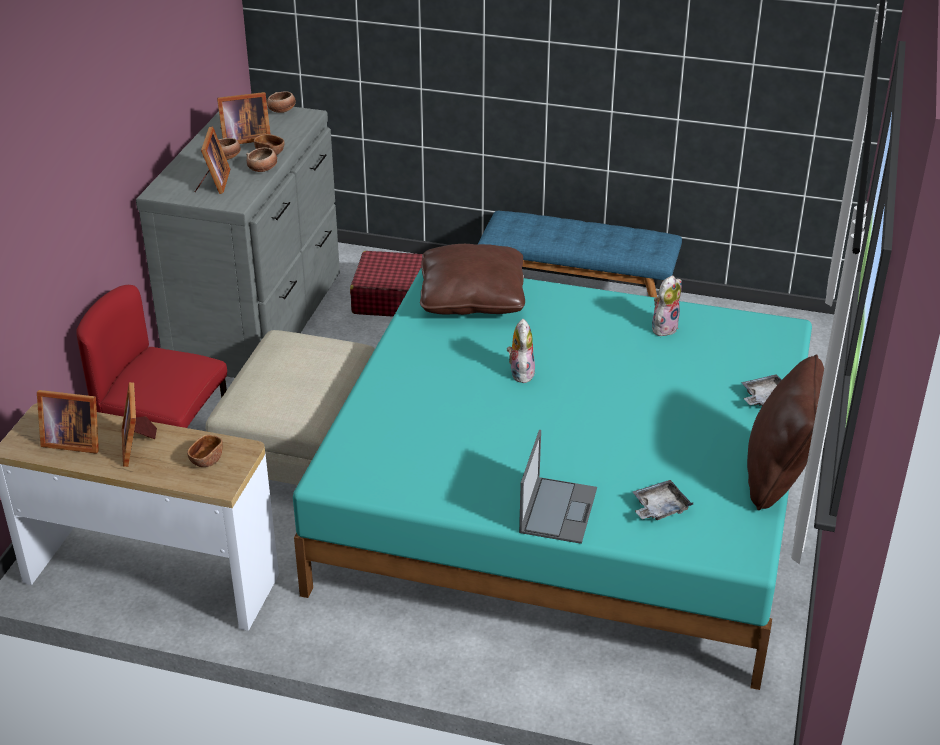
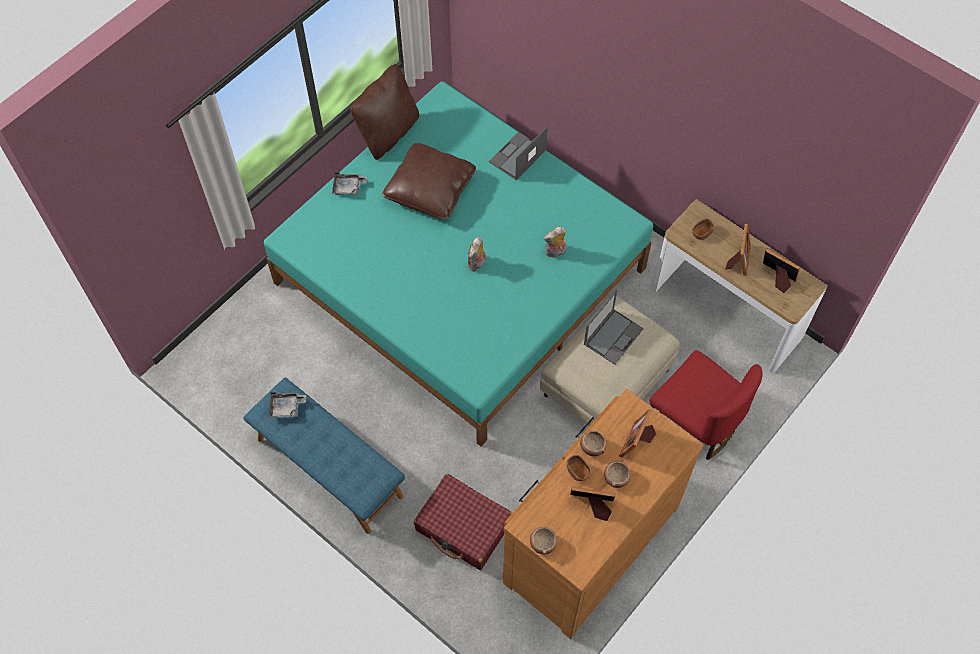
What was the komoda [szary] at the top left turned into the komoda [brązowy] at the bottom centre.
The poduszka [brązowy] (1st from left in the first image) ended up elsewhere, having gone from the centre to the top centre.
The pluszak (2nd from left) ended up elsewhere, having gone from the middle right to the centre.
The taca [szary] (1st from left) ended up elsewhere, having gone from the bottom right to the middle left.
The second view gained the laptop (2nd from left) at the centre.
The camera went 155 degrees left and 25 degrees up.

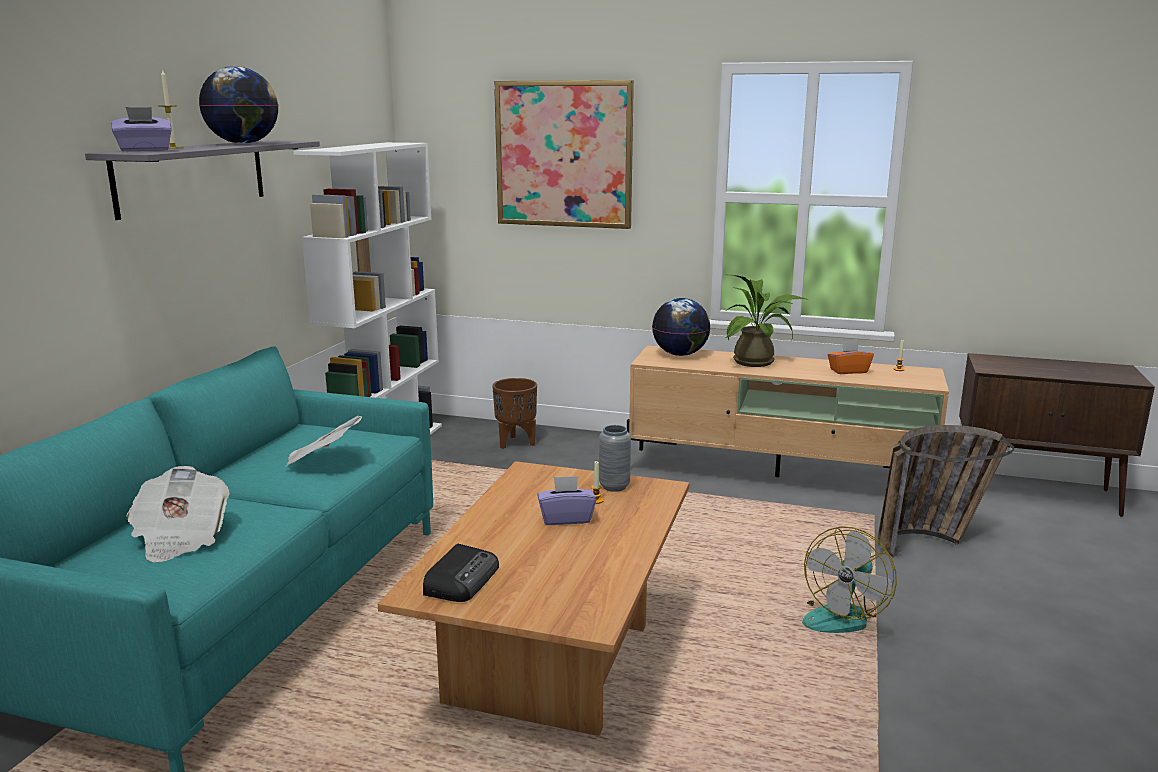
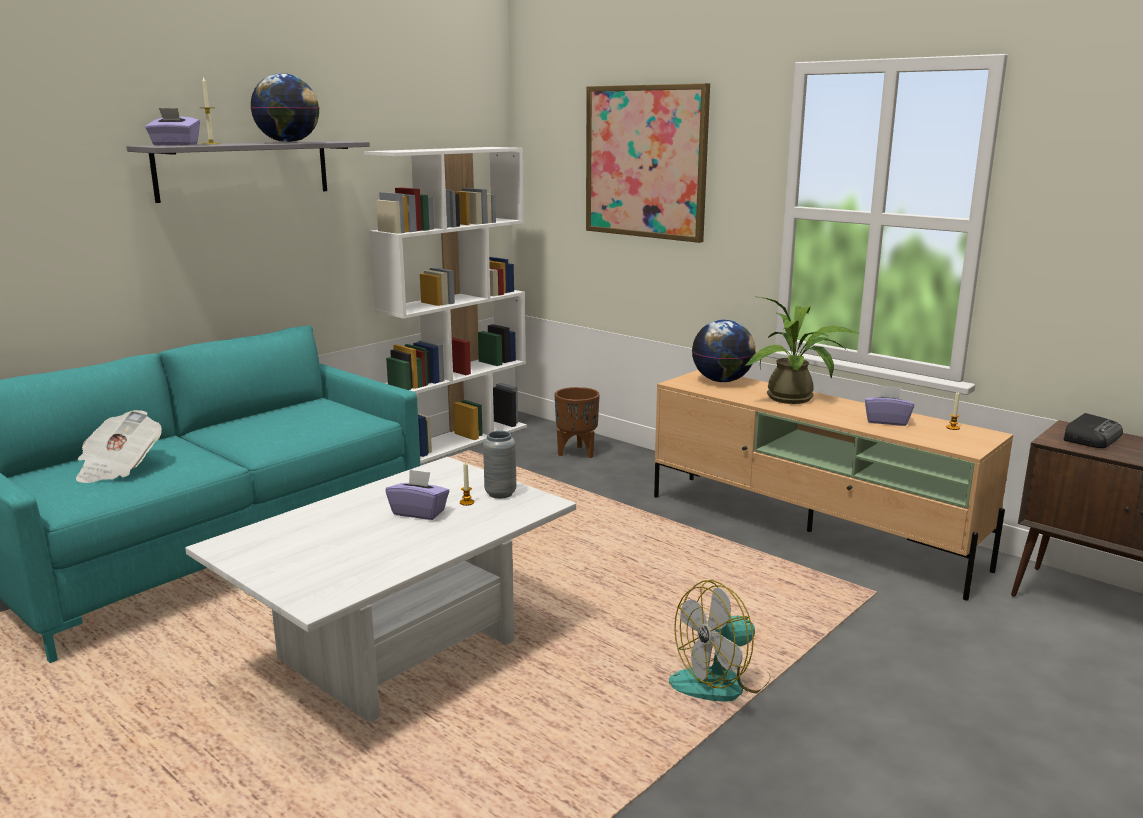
What was the pudełko chusteczek [pomarańczowy] at the middle right turned into the pudełko chusteczek [fioletowy] (3rd from left) at the middle right.
The second view lost the gazeta (2nd from left) at the middle left.
The second view lost the koszyk at the middle right.
What was the ława [brązowy] at the bottom centre turned into the ława [biały] at the bottom left.
The radio ended up elsewhere, having gone from the bottom centre to the middle right.
The camera went 25 degrees right and 0 degrees up.

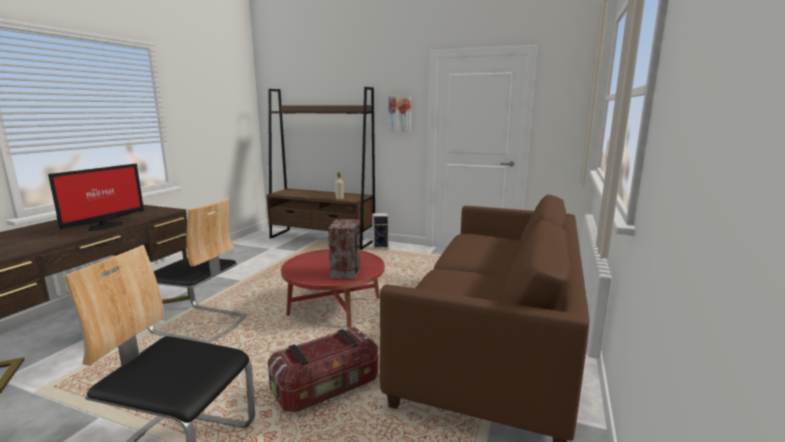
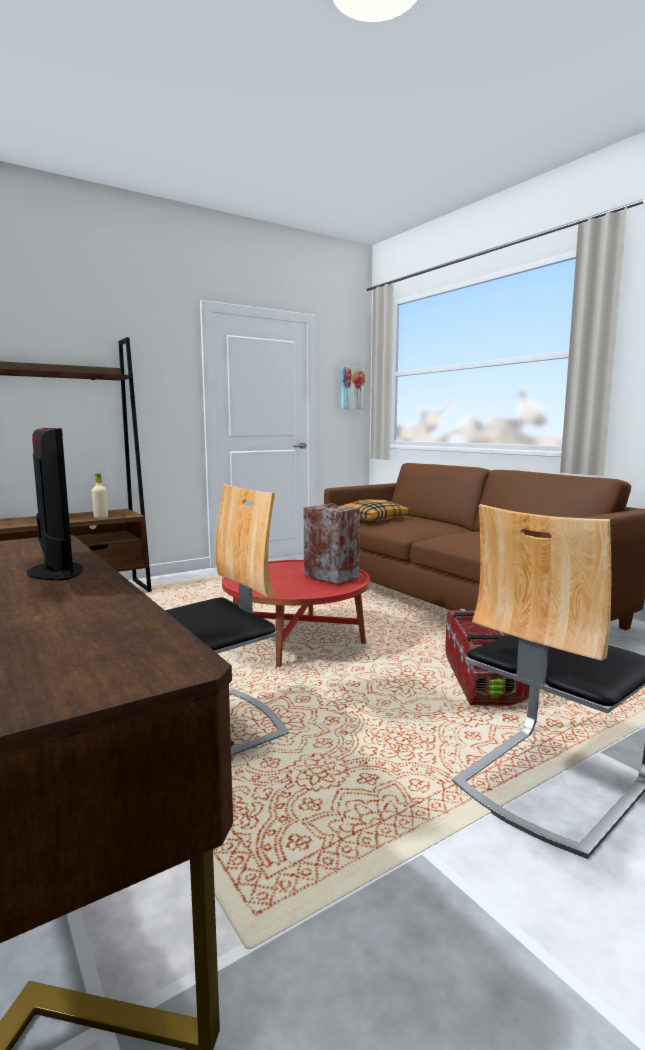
The obraz ended up elsewhere, having gone from the top centre to the centre.
The second view lost the głośnik (2nd from left) at the centre.
The second view gained the poduszka at the centre.
The camera went 55 degrees left and 5 degrees down.

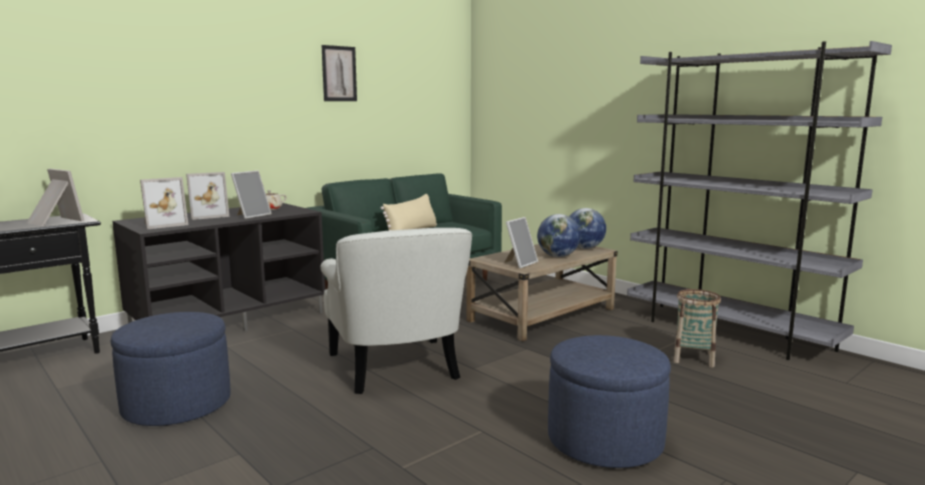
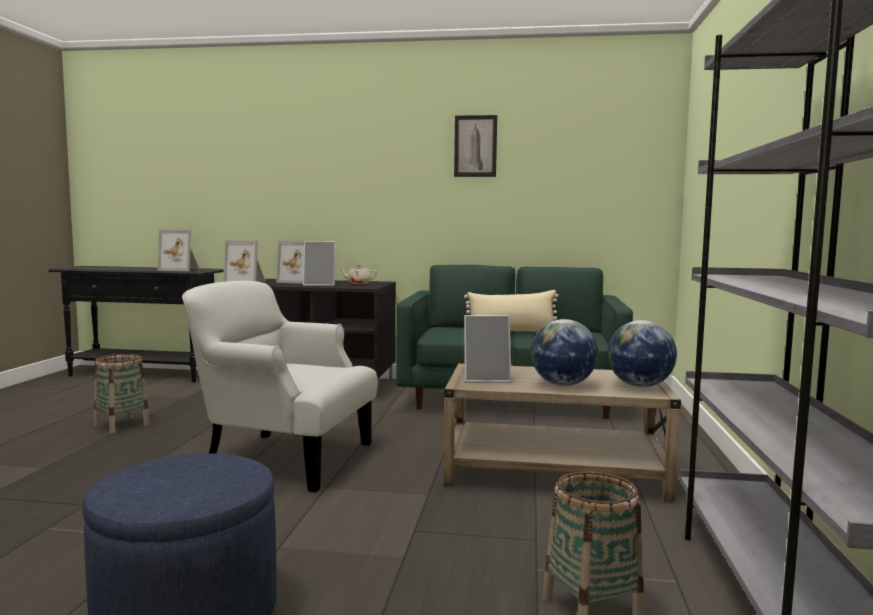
The ramka na zdjęcie (1st from left) at the middle left ended up facing another way, 105 degrees clockwise from before.
The fotel [biały] at the centre ended up facing another way, 75 degrees clockwise from before.
Where the pufa [niebieski] (1st from left) stood at the bottom left, the koszyk (1st from left) came to stand at the middle left.
The camera went 50 degrees right and 5 degrees down.

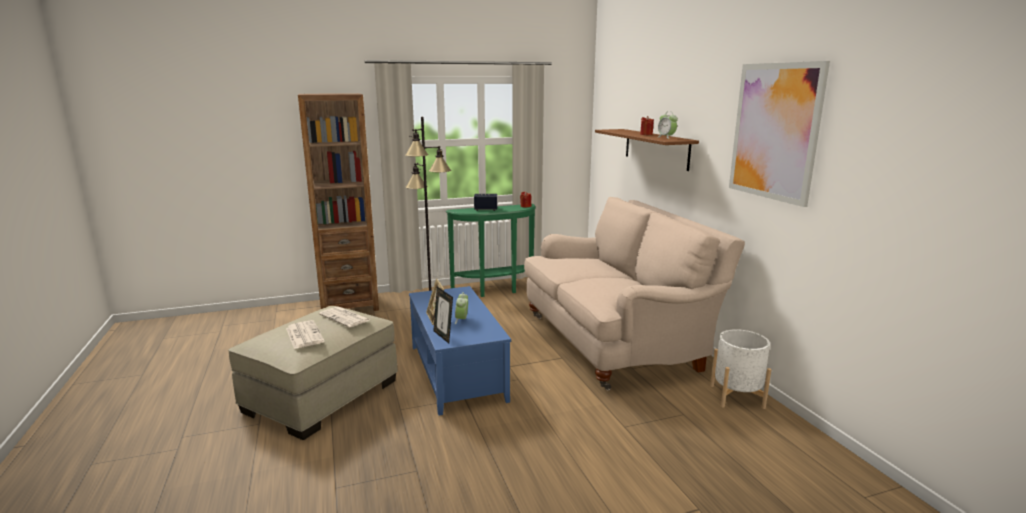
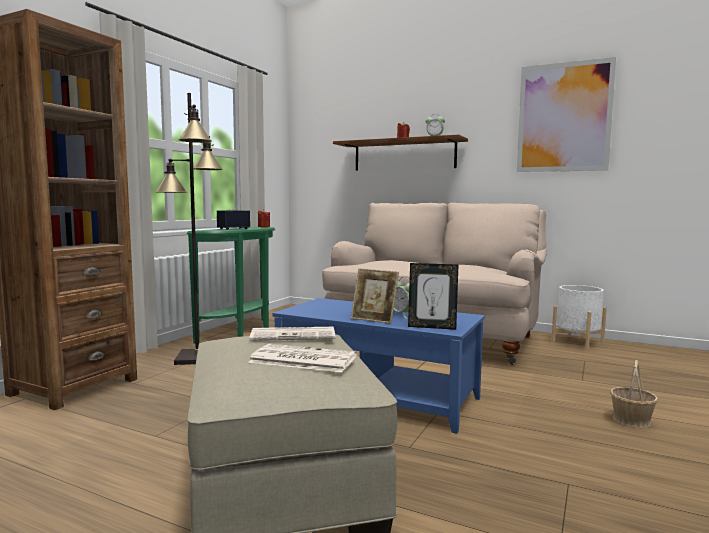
The second view gained the koszyk at the bottom right.
The camera went 45 degrees left and 10 degrees down.

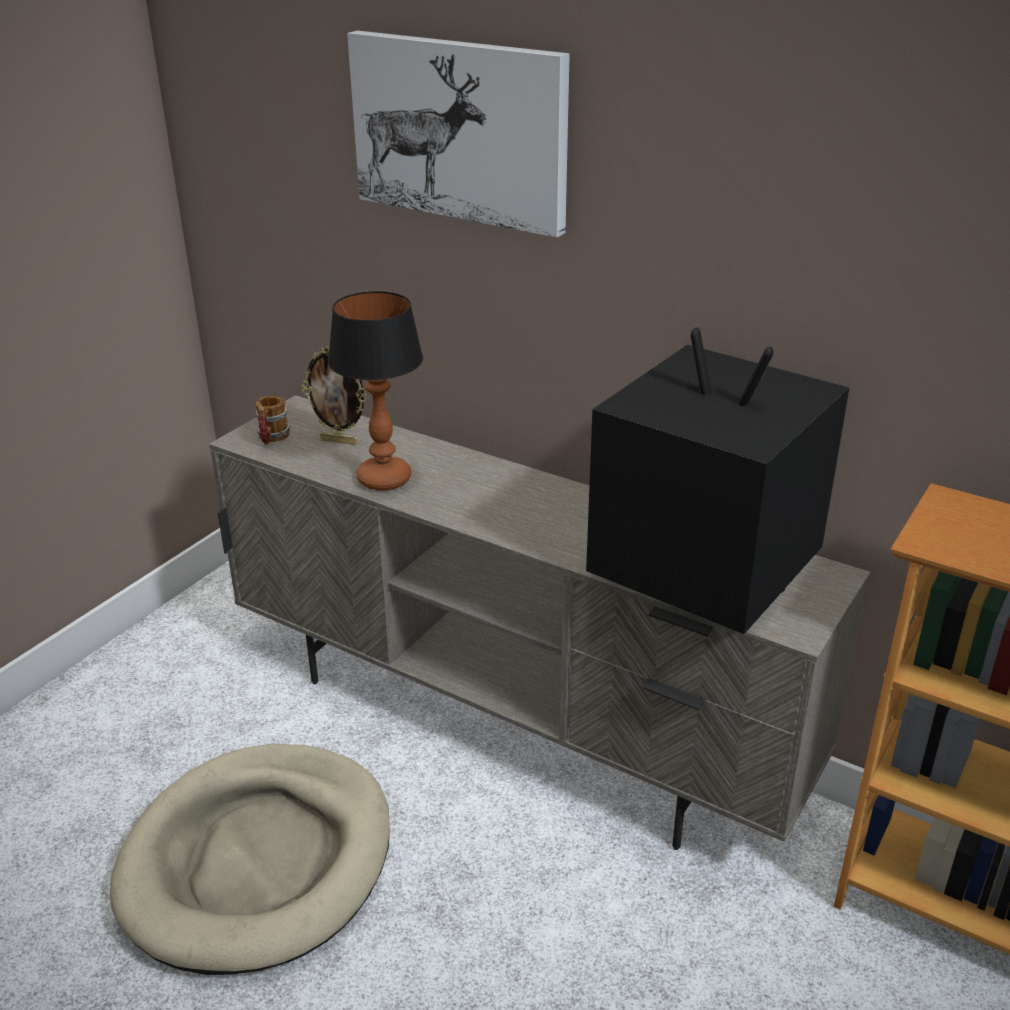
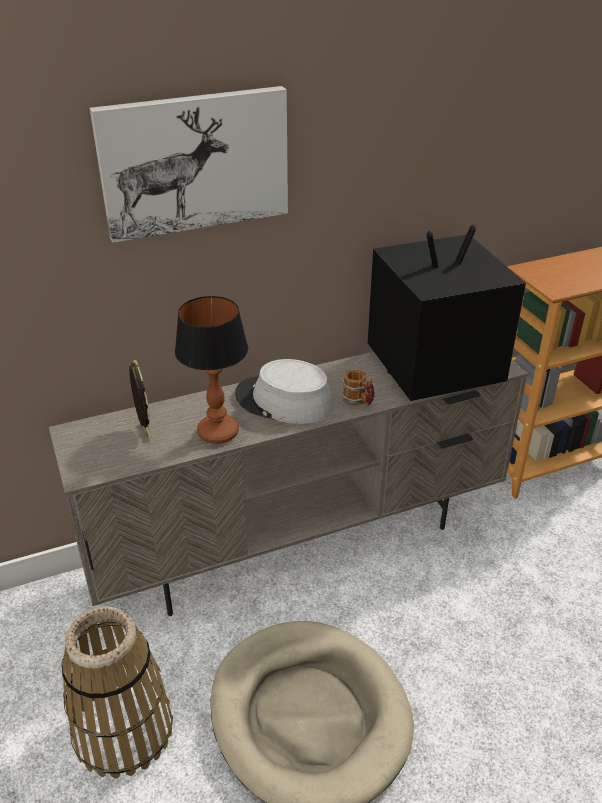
The ramka na zdjęcie at the middle left ended up facing another way, 75 degrees counterclockwise from before.
The kubek ended up elsewhere, having gone from the middle left to the centre.
The second view gained the kapelusz [szary] at the centre.
The second view gained the koszyk at the bottom left.
The camera went 55 degrees left and 5 degrees up.

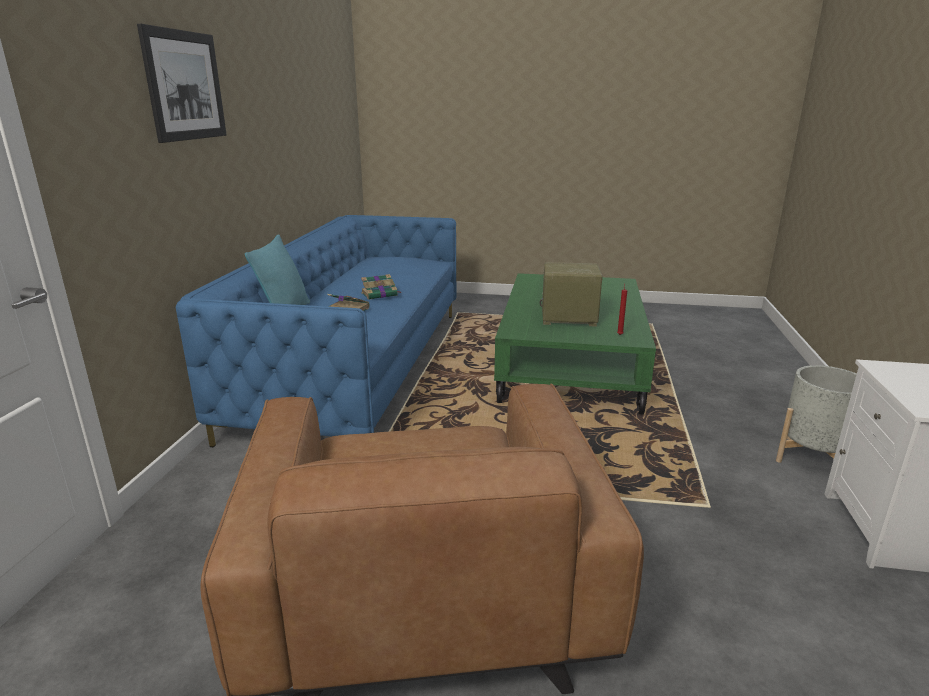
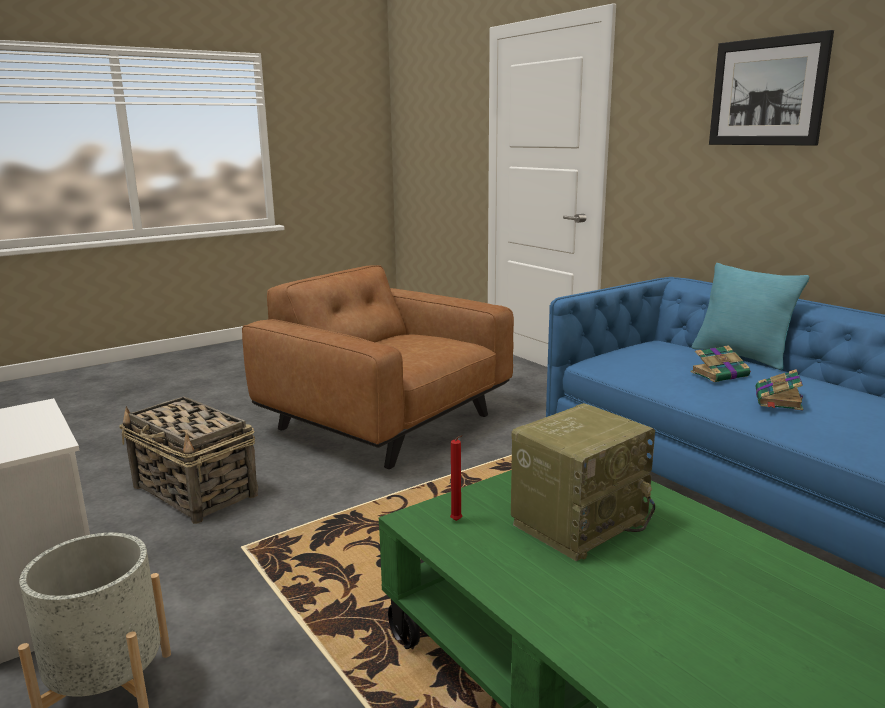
The second view gained the koszyk at the middle left.
The camera went 135 degrees right and 5 degrees down.

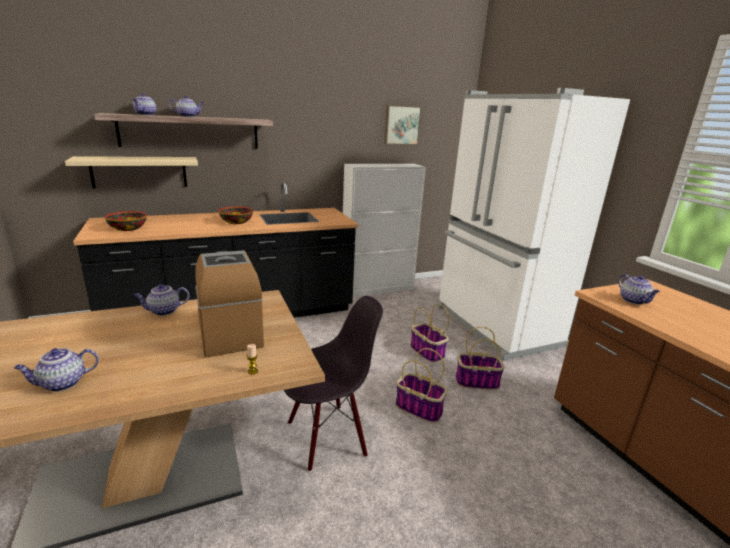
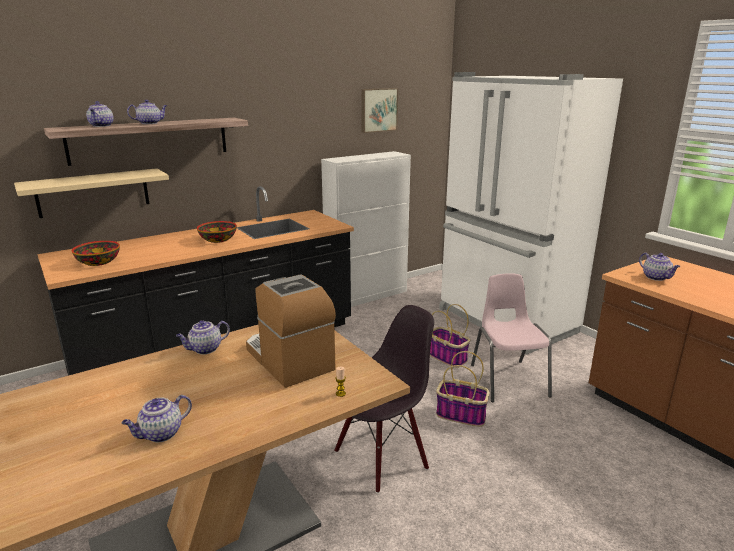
Where the koszyk (3rd from left) stood at the centre, the krzesło [różowy] came to stand at the middle right.
The camera went 10 degrees left and 0 degrees up.

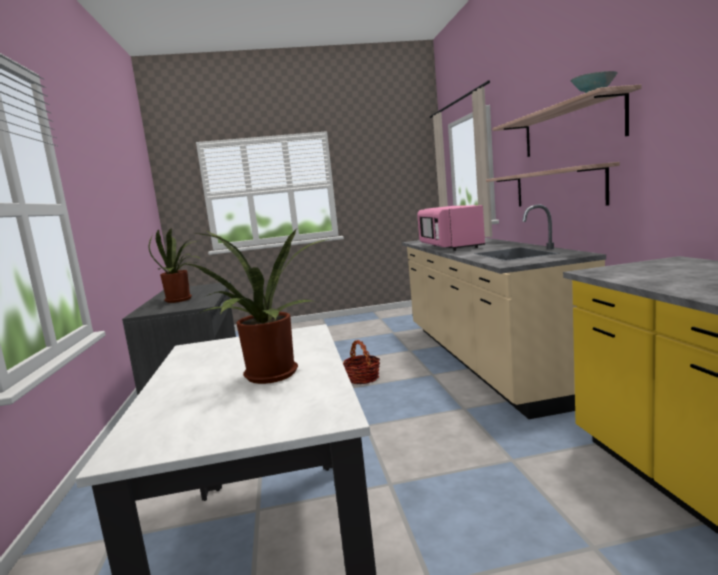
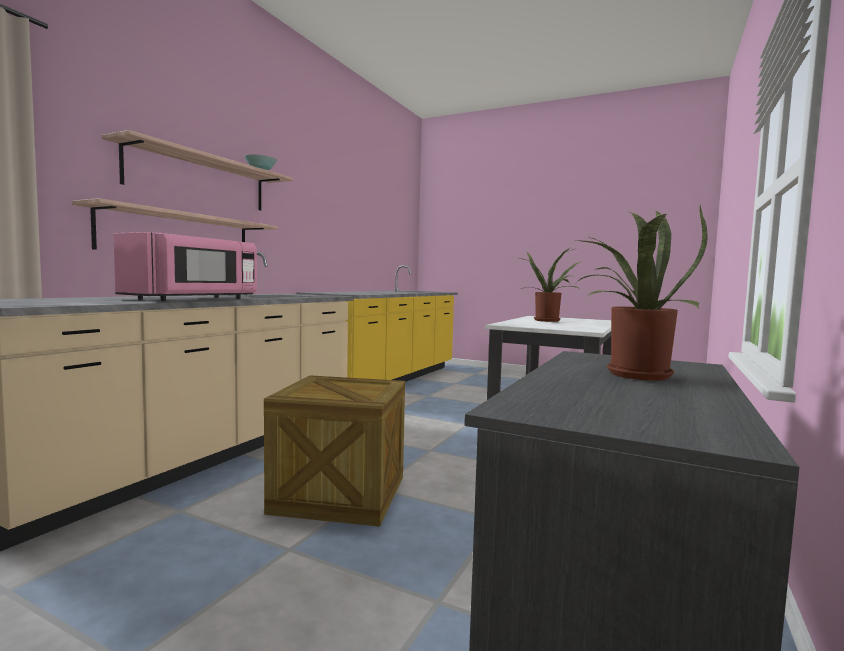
Where the koszyk stood at the centre, the skrzynka came to stand at the bottom centre.
The camera went 145 degrees left and 5 degrees down.

